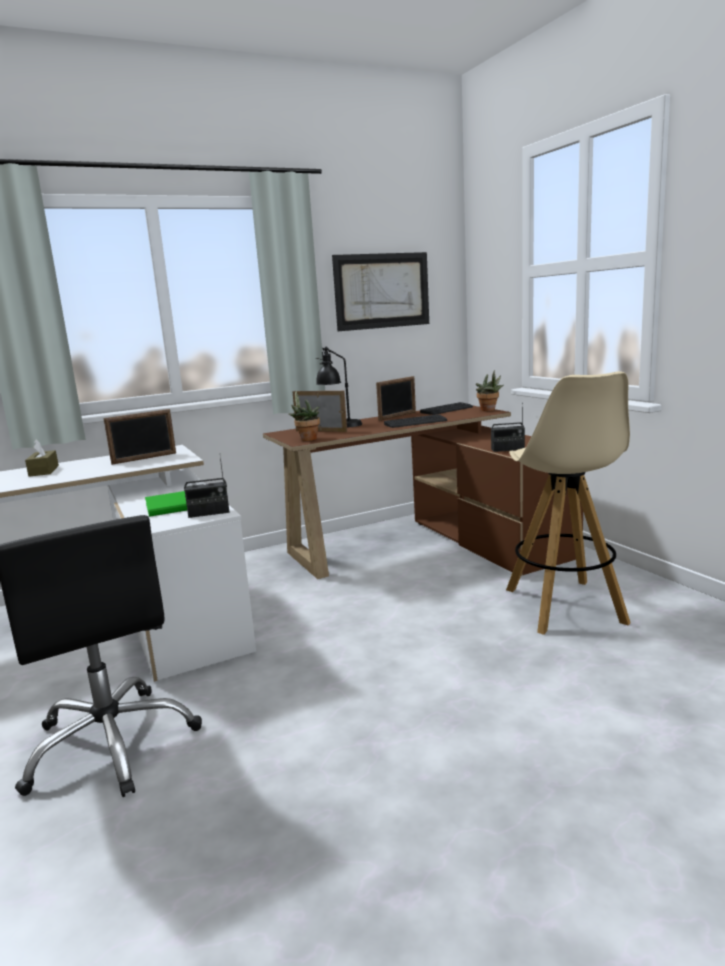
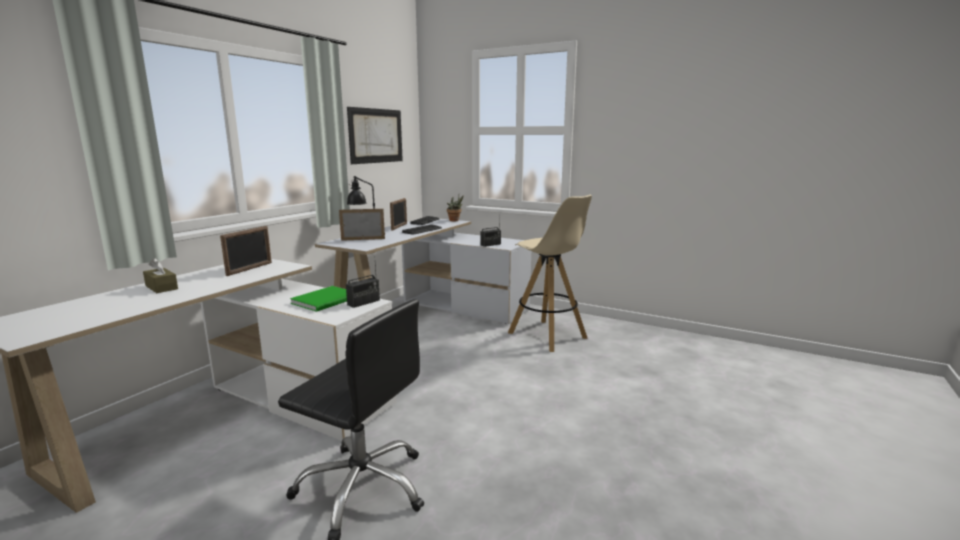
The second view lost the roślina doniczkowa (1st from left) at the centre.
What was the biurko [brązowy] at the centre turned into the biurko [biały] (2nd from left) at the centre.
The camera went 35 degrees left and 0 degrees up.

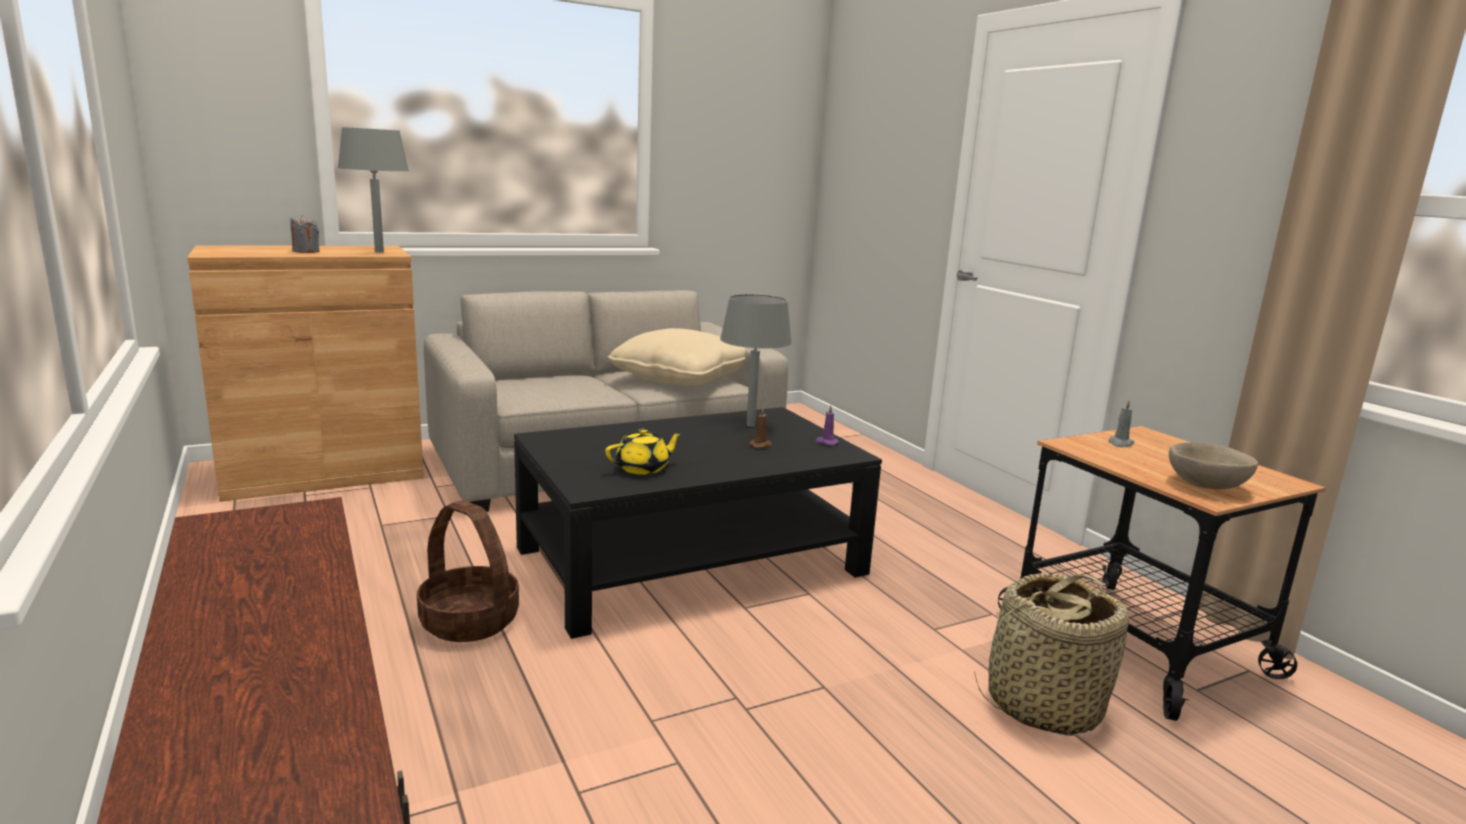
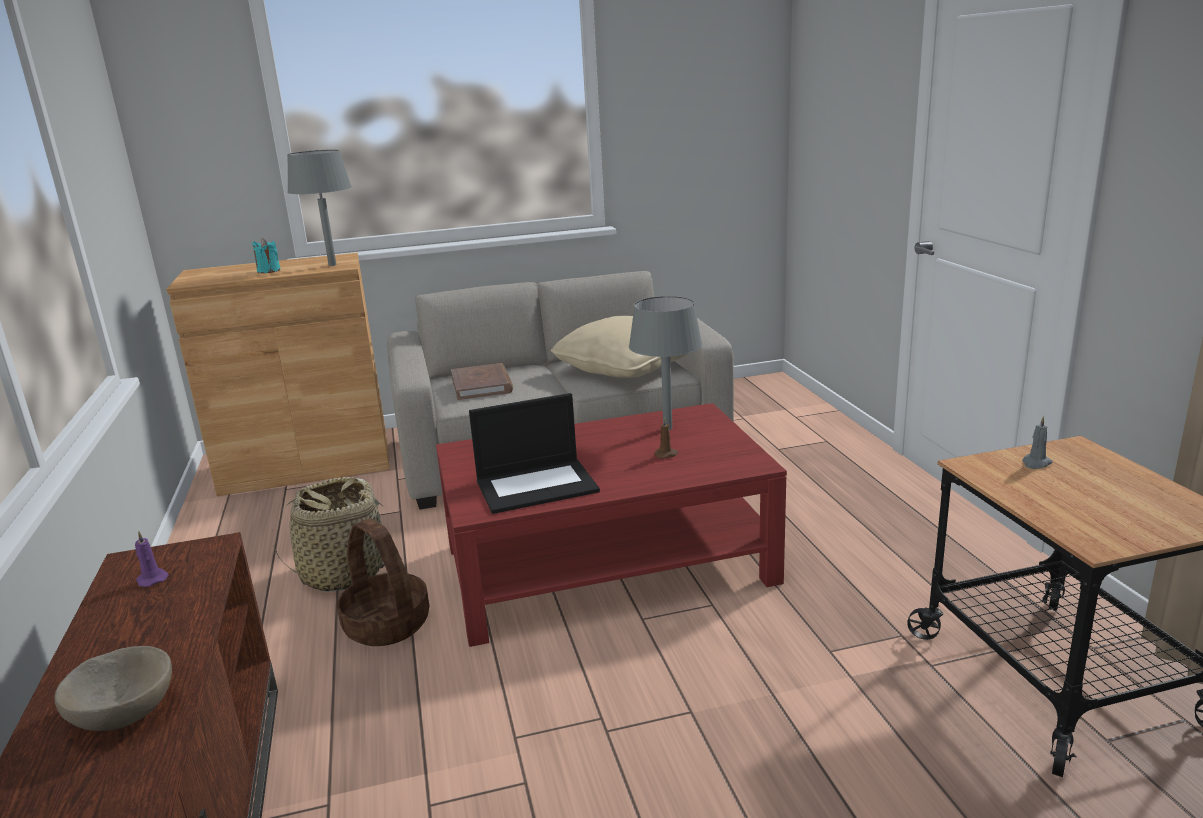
What was the świeca [szary] (1st from left) at the top left turned into the świeca [turkusowy] at the top left.
The świeca [fioletowy] ended up elsewhere, having gone from the centre to the bottom left.
What was the ława [czarny] at the centre turned into the ława [czerwony] at the centre.
Where the imbryk [żółty] stood at the centre, the laptop came to stand at the centre.
The miska [beżowy] ended up elsewhere, having gone from the middle right to the bottom left.
The koszyk (2nd from left in the first image) ended up elsewhere, having gone from the bottom right to the middle left.
The second view gained the książka [brązowy] at the centre.
The camera went 15 degrees right and 5 degrees up.

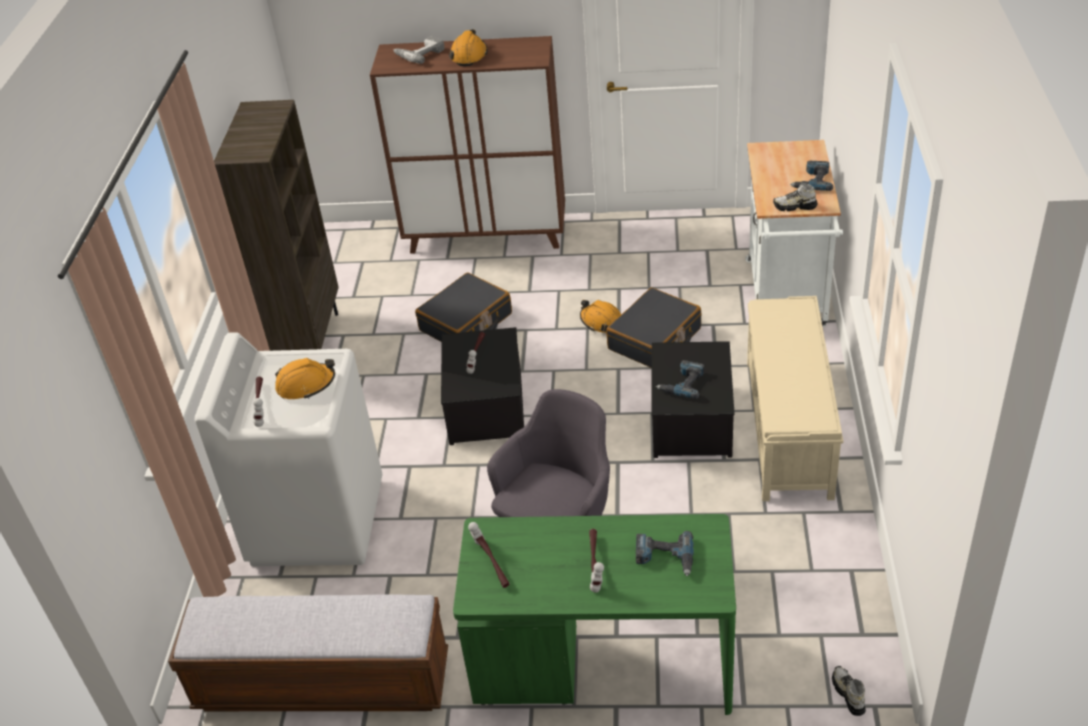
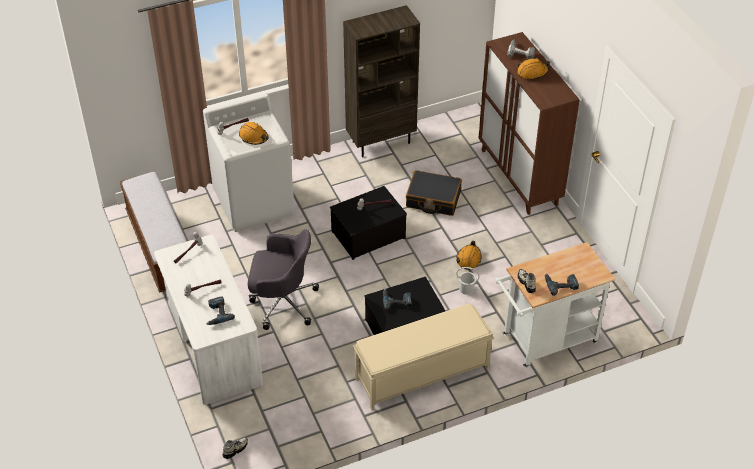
Where the walizka [czarny] (2nd from left) stood at the centre, the wiadro [biały] came to stand at the centre.
What was the biurko [zielony] at the bottom centre turned into the biurko [biały] at the bottom left.
The camera went 60 degrees right and 5 degrees up.

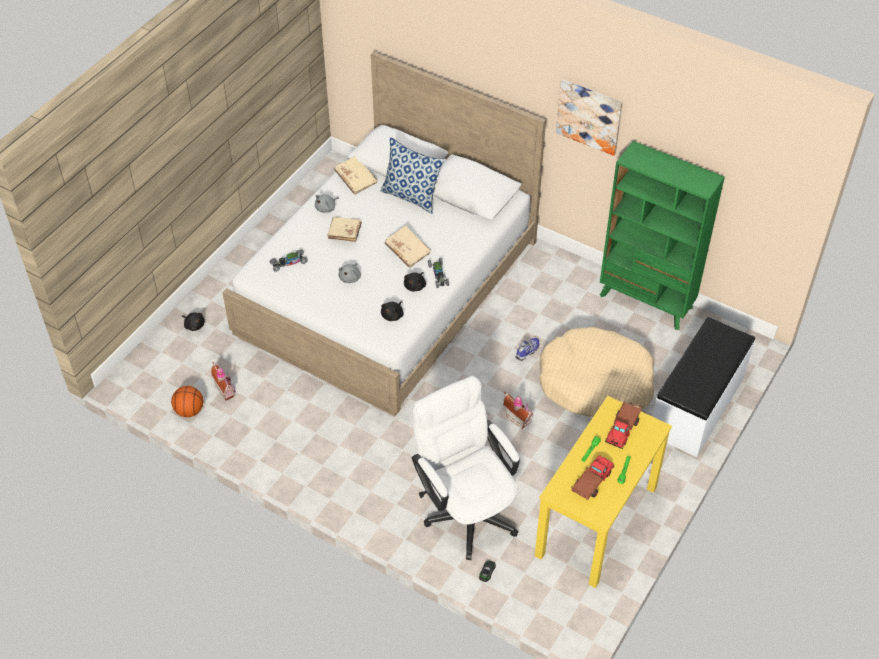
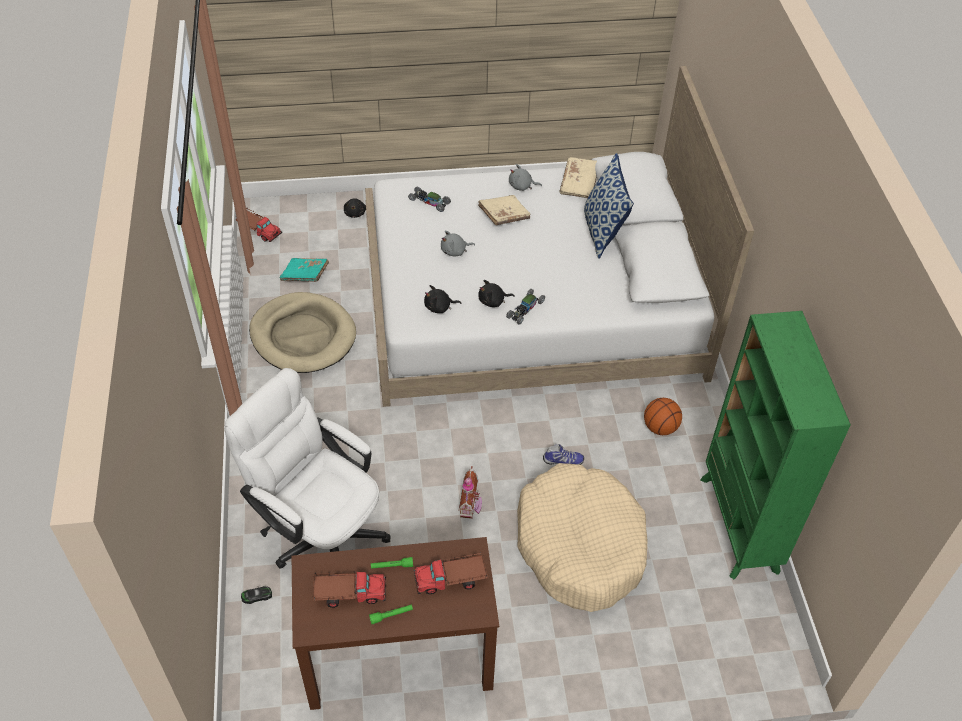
The second view lost the obraz at the top right.
The second view lost the książka [beżowy] (3rd from left) at the centre.
The second view lost the ławka [biały] at the middle right.
Where the domek (1st from left) stood at the middle left, the książka [turkusowy] came to stand at the middle left.
The krzesło biurowe [biały] at the bottom centre ended up facing another way, 75 degrees counterclockwise from before.
The piłka do koszykówki ended up elsewhere, having gone from the middle left to the middle right.
What was the biurko [żółty] at the bottom right turned into the biurko [brązowy] at the bottom centre.
The second view gained the ciężarówka zabawkowa (1st from left) at the top left.
The second view gained the legowisko [beżowy] (1st from left) at the middle left.
The camera went 50 degrees right and 0 degrees up.

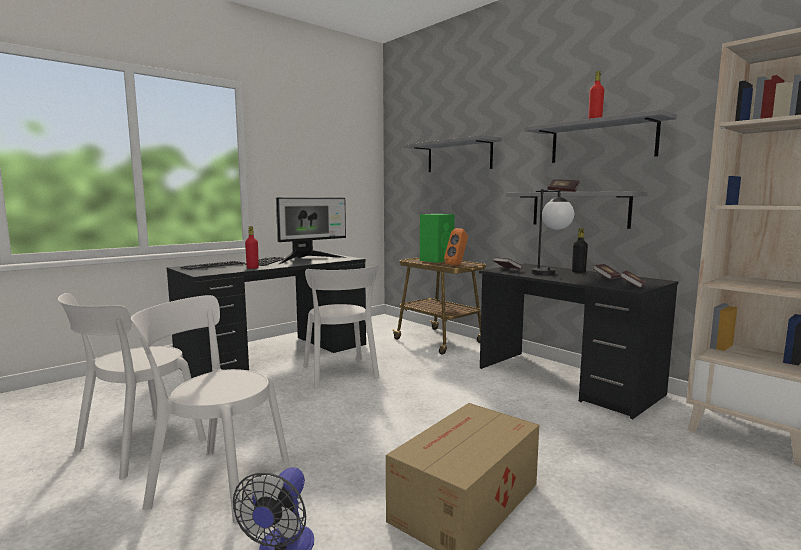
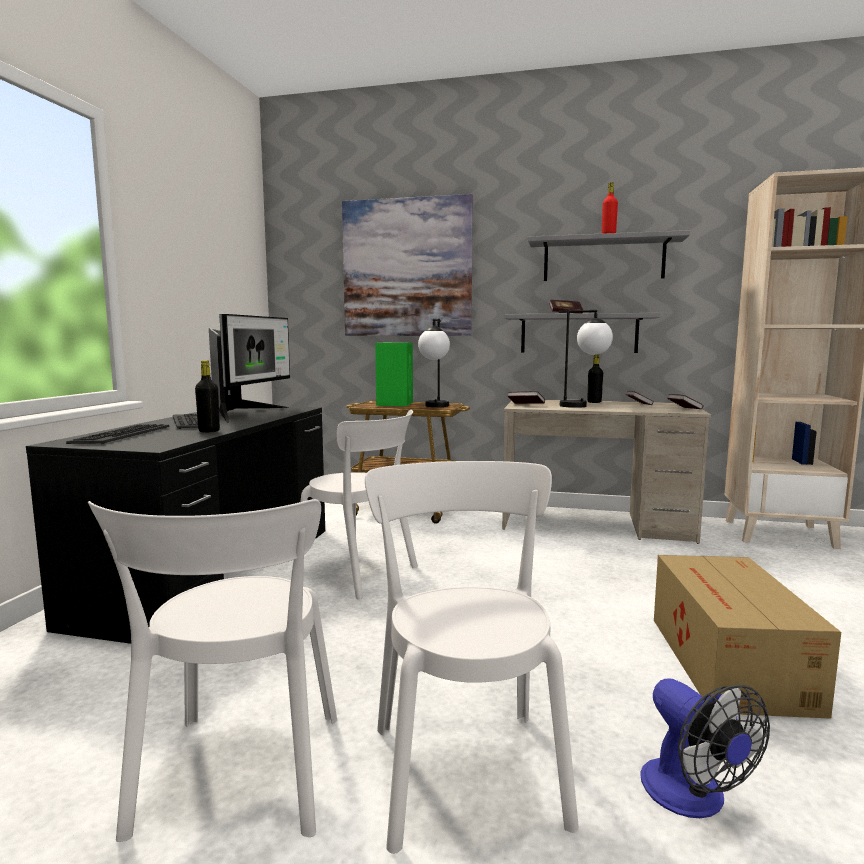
Where the półka [szary] (1st from left) hung at the top centre, the obraz came to hang at the top centre.
What was the butelka [czerwony] (1st from left) at the middle left turned into the butelka [czarny] (1st from left) at the middle left.
Where the głośnik [pomarańczowy] stood at the centre, the lampa stołowa (1st from left) came to stand at the centre.
What was the biurko [czarny] (2nd from left) at the middle right turned into the biurko [beżowy] at the middle right.
The krzesło [biały] (2nd from left in the first image) at the bottom left ended up facing another way, 105 degrees clockwise from before.
The camera went 35 degrees left and 0 degrees up.

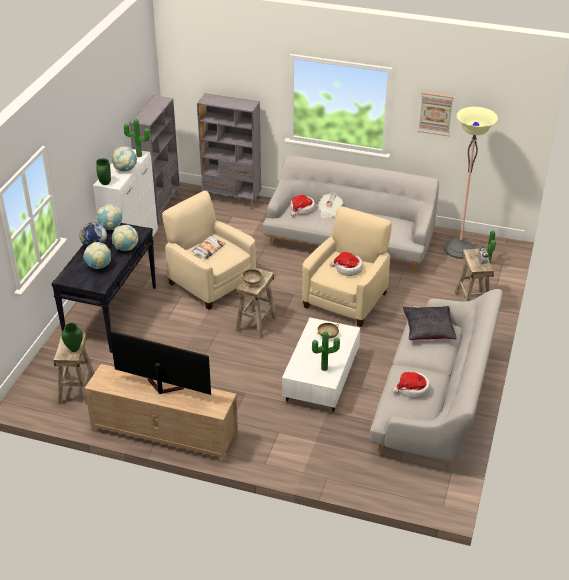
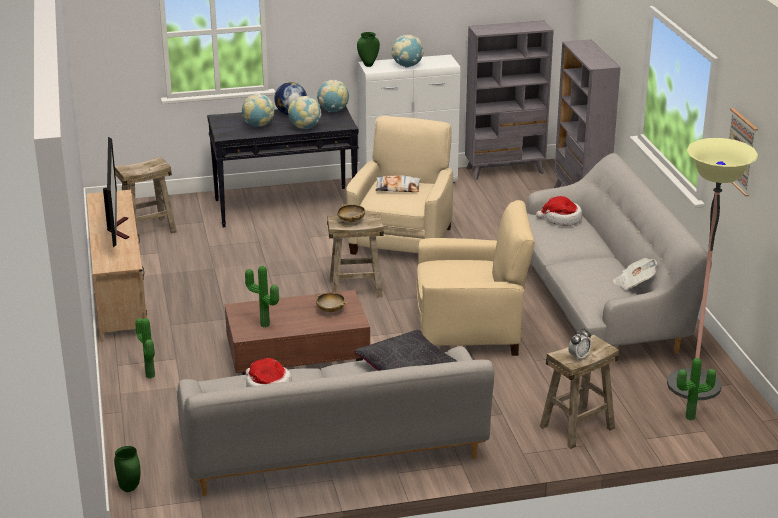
The roślina doniczkowa (1st from left) ended up elsewhere, having gone from the top left to the bottom left.
The gazeta ended up elsewhere, having gone from the centre to the middle right.
The second view lost the kapelusz (2nd from left) at the centre.
What was the ława [biały] at the centre turned into the ława [brązowy] at the centre.
The wazon [zielony] (1st from left) ended up elsewhere, having gone from the middle left to the bottom left.
The camera went 60 degrees right and 10 degrees down.

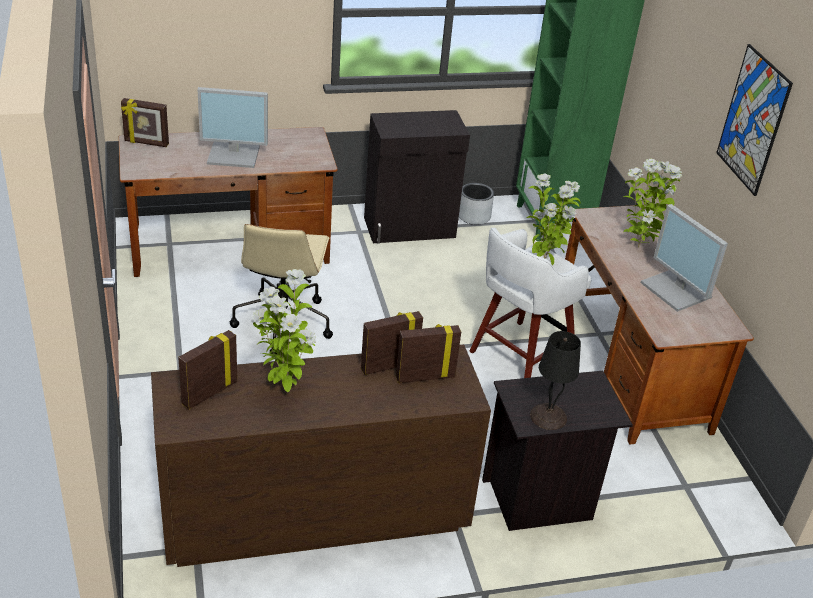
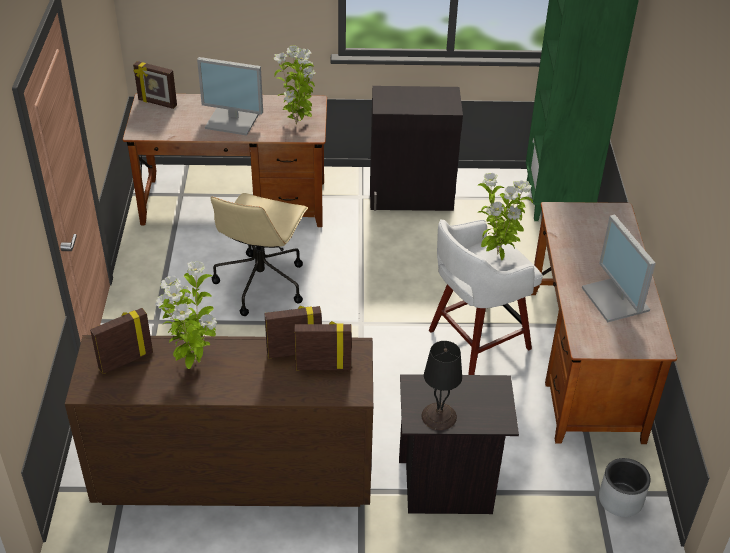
The second view lost the obraz at the top right.
The roślina doniczkowa (3rd from left in the first image) ended up elsewhere, having gone from the middle right to the top centre.
The donica [szary] ended up elsewhere, having gone from the centre to the bottom right.
The camera went 15 degrees right and 5 degrees up.

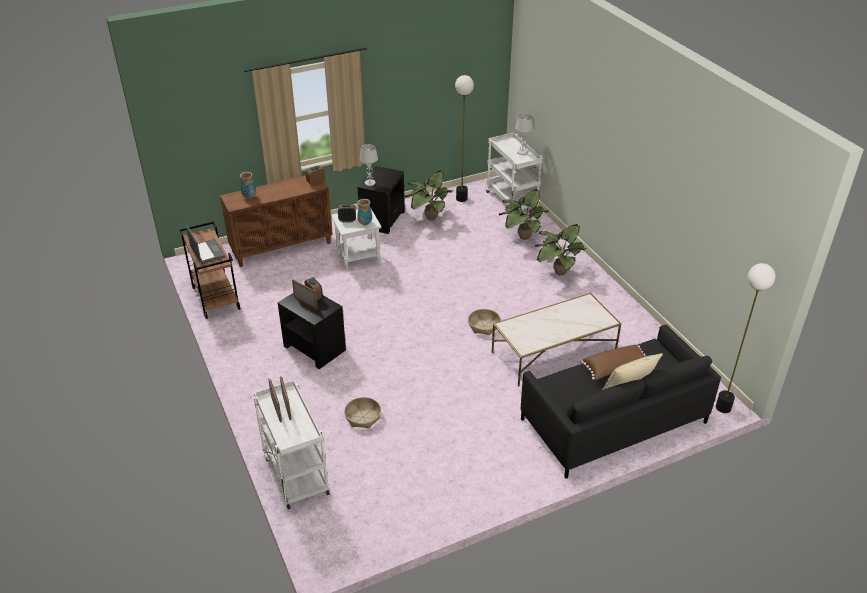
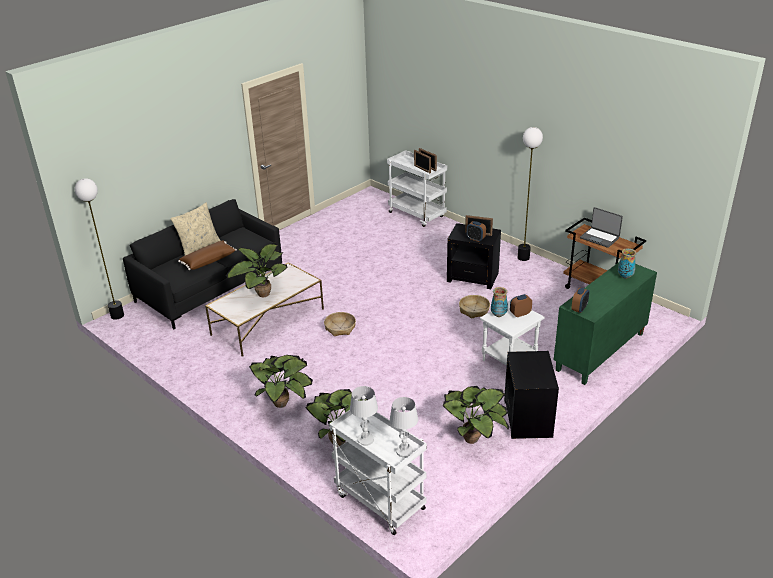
The lampa stojąca (1st from left in the first image) ended up elsewhere, having gone from the top centre to the middle right.
The lampa stołowa [biały] (1st from left in the first image) ended up elsewhere, having gone from the top centre to the bottom centre.
What was the szafka [brązowy] at the middle left turned into the szafka [zielony] at the middle right.
The koszyk (1st from left in the first image) ended up elsewhere, having gone from the bottom centre to the centre.
The second view gained the roślina doniczkowa (1st from left) at the middle left.
The camera went 160 degrees right and 5 degrees down.

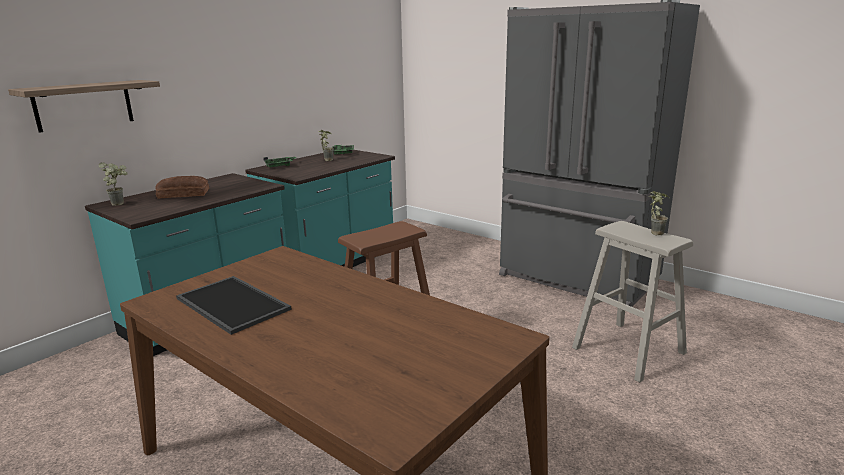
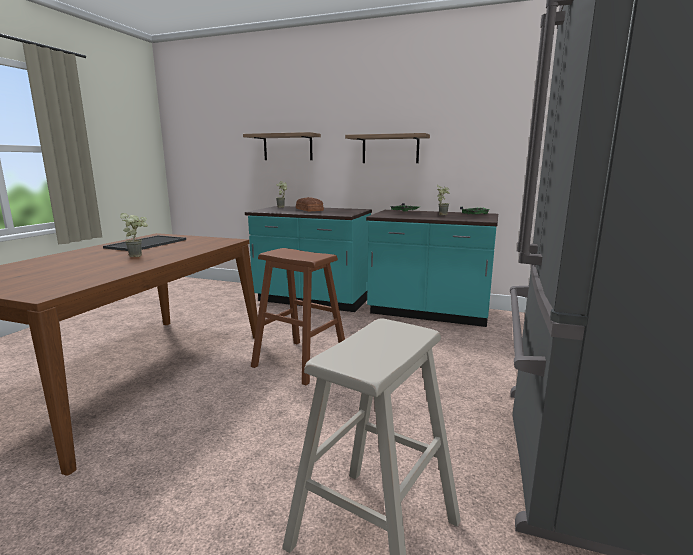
The roślina doniczkowa (3rd from left in the first image) ended up elsewhere, having gone from the middle right to the middle left.
The second view gained the półka (2nd from left) at the top centre.
The camera went 70 degrees right and 5 degrees down.

